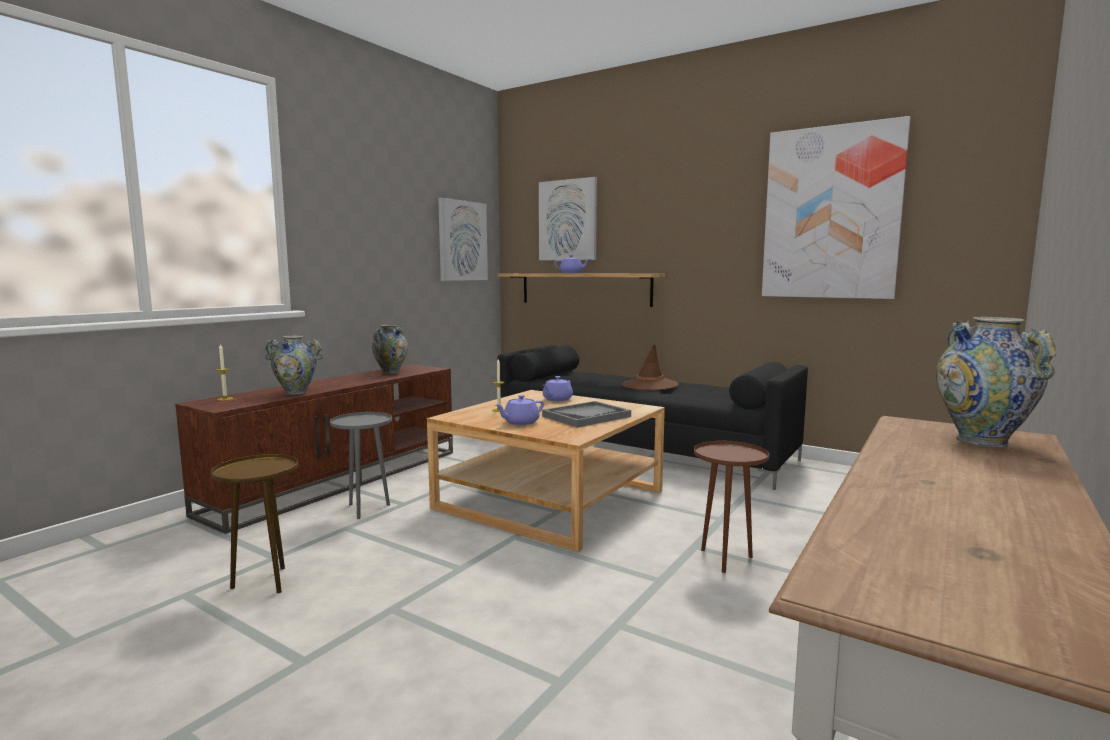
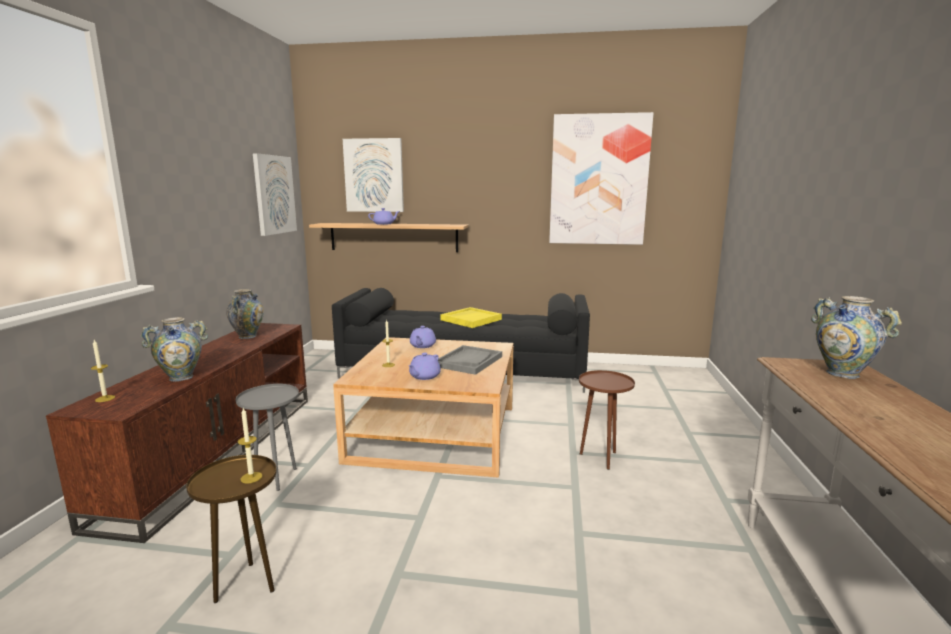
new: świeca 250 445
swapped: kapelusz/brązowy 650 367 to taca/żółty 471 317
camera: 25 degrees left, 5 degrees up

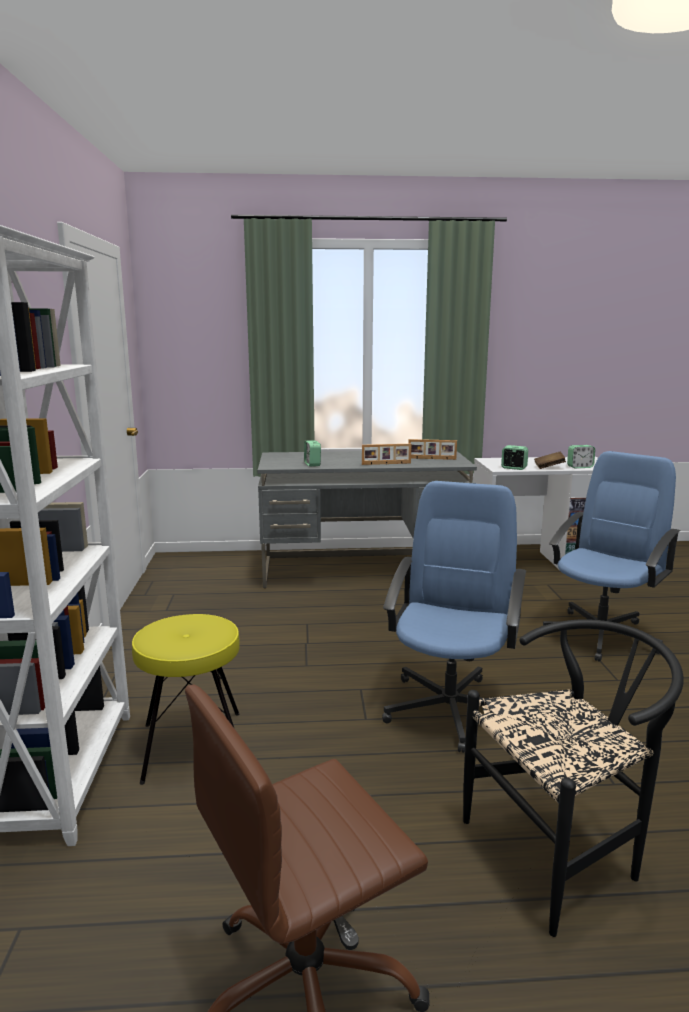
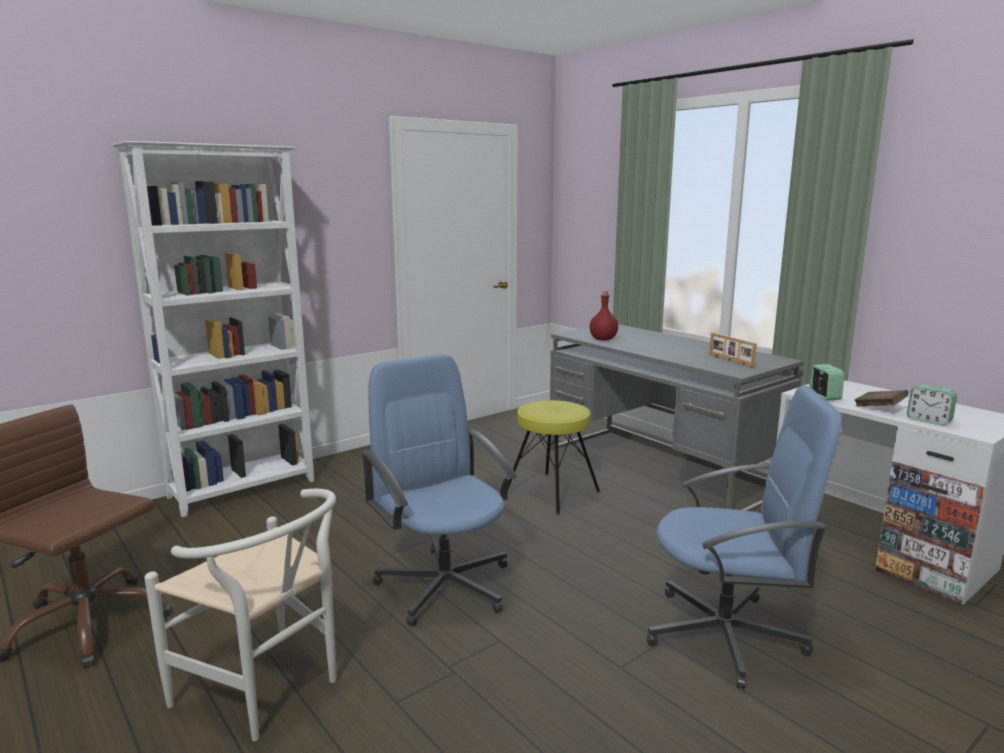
gone: ramka na zdjęcie 386 454
shifted: stołek/żółty 186 699 to 554 457
swapped: budzik 312 454 to butelka/czerwony 604 316
repainted: krzesło/czarny 573 778 to krzesło/biały 240 615
rotated: krzesło biurowe/niebieski 454 617 = 438 490 105 degrees counterclockwise
camera: 55 degrees right, 0 degrees up

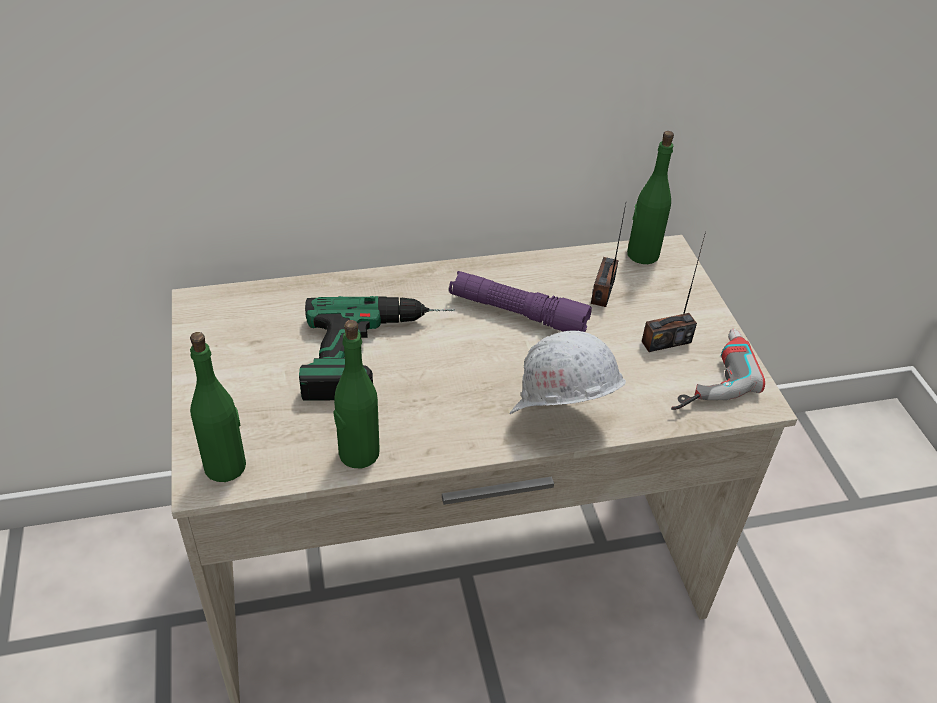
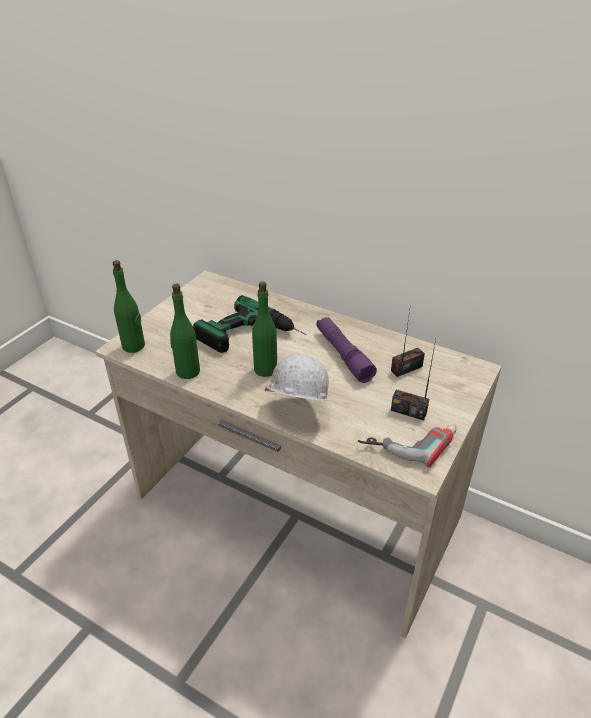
shifted: butelka/zielony 650 197 to 264 329
camera: 45 degrees right, 5 degrees down

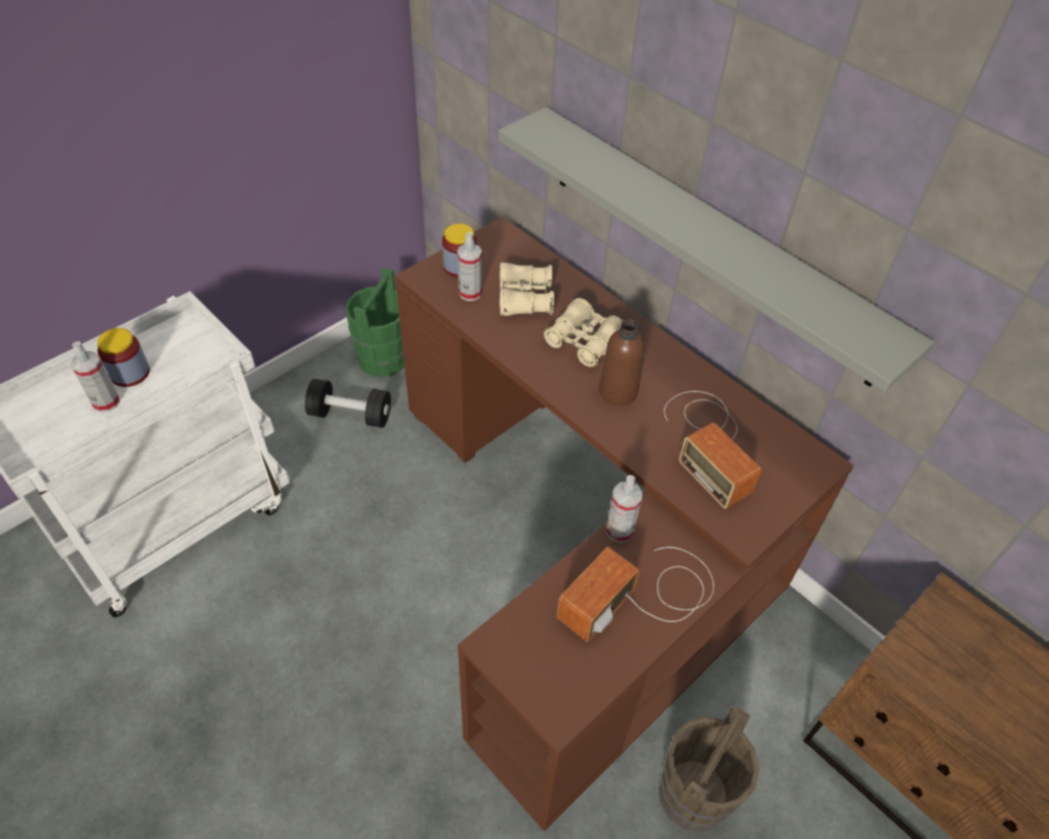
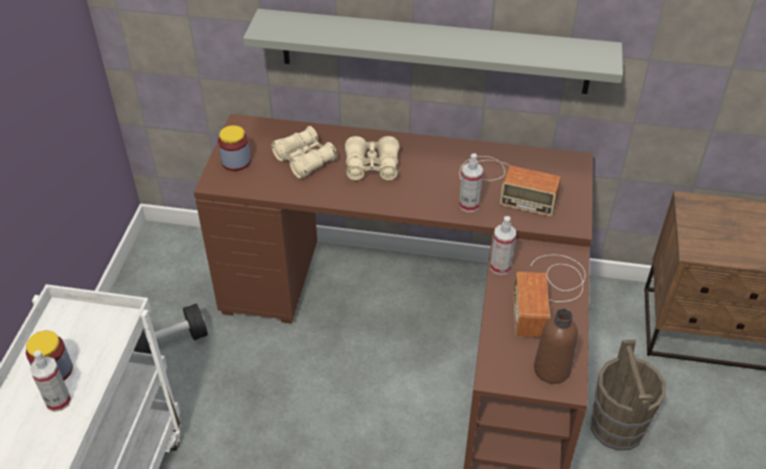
gone: wiadro/zielony 375 322
shifted: spryskiwacz 469 266 to 471 182; butelka/brązowy 622 362 to 556 346
camera: 35 degrees left, 5 degrees down

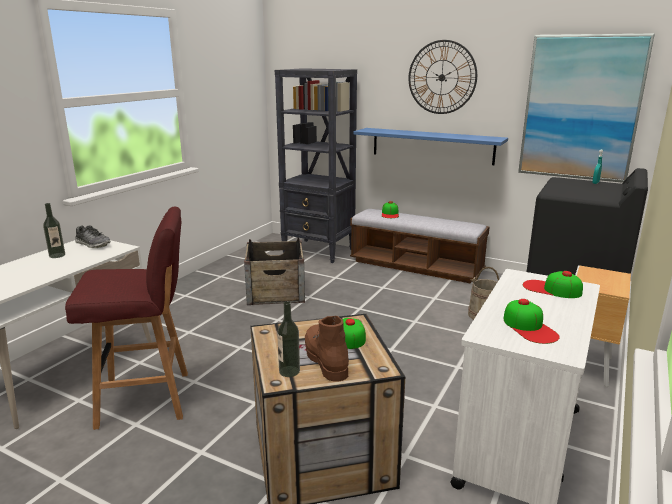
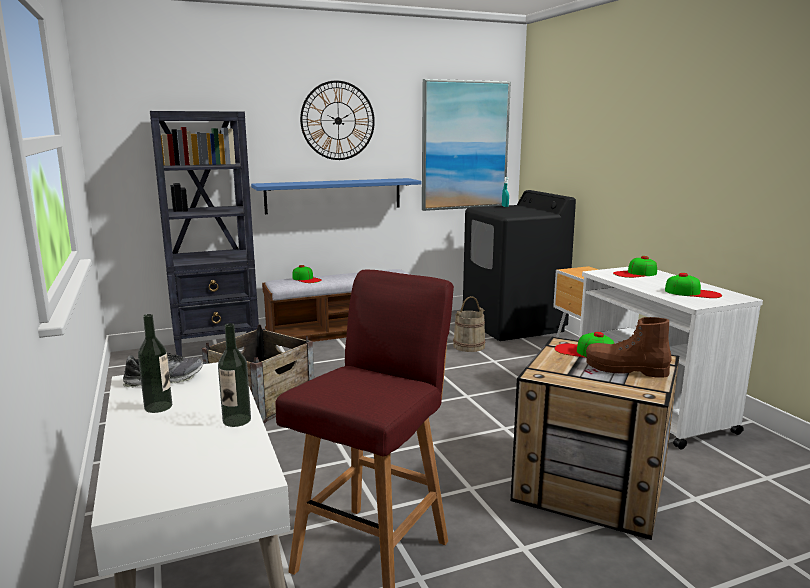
shifted: butelka 288 339 to 234 375
camera: 50 degrees left, 5 degrees down

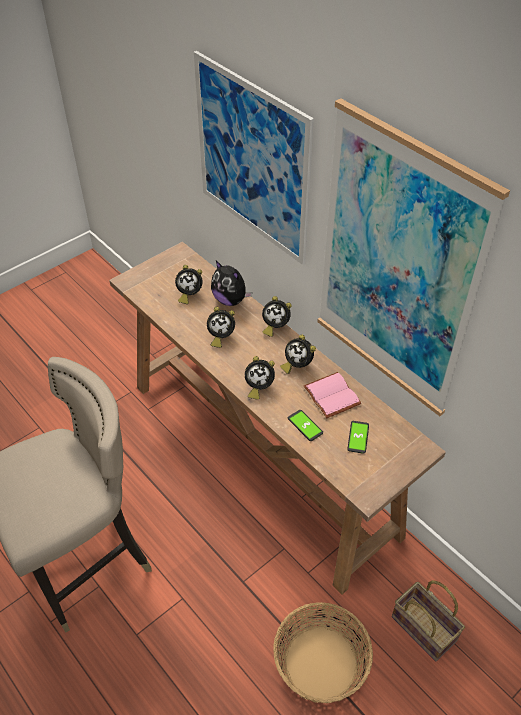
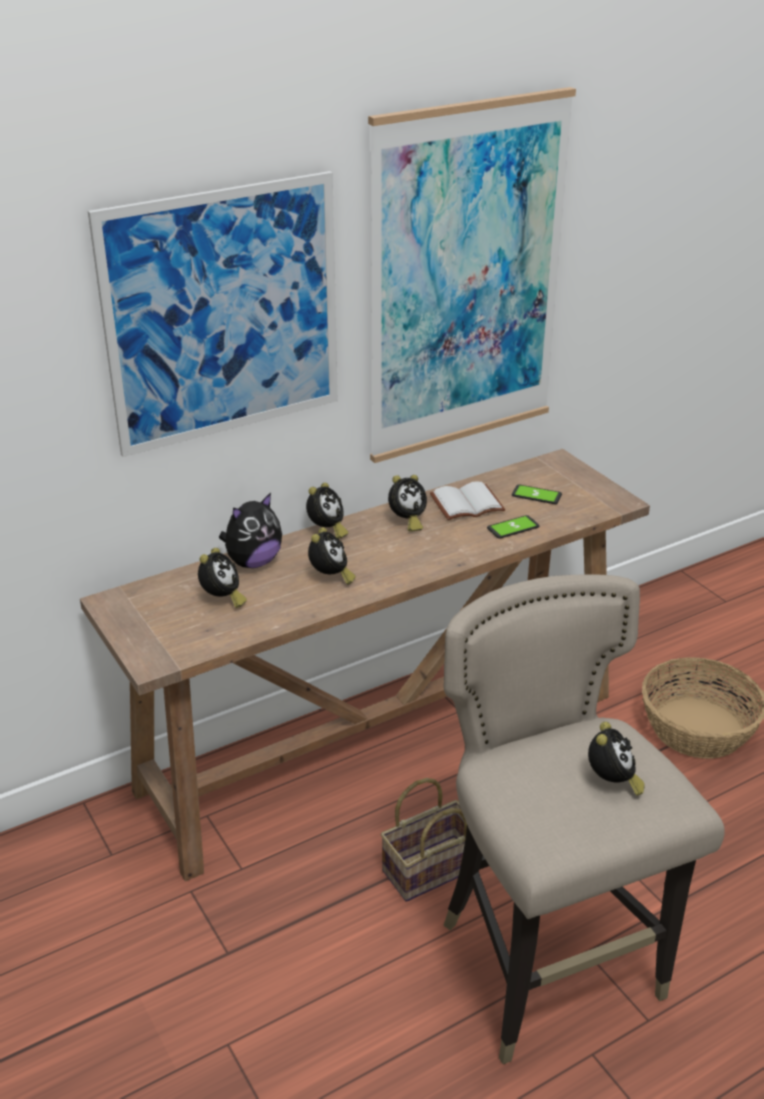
shifted: budzik 260 378 to 616 759; koszyk 428 620 to 424 840
repainted: książka/różowy 332 395 to książka/biały 467 500
camera: 80 degrees left, 15 degrees down

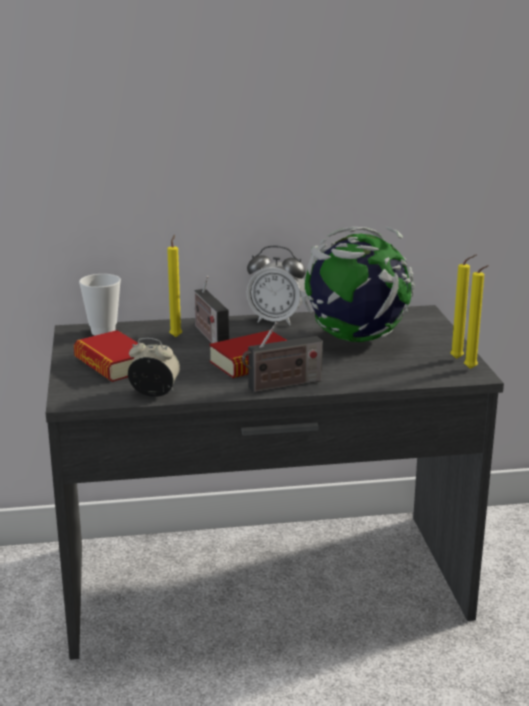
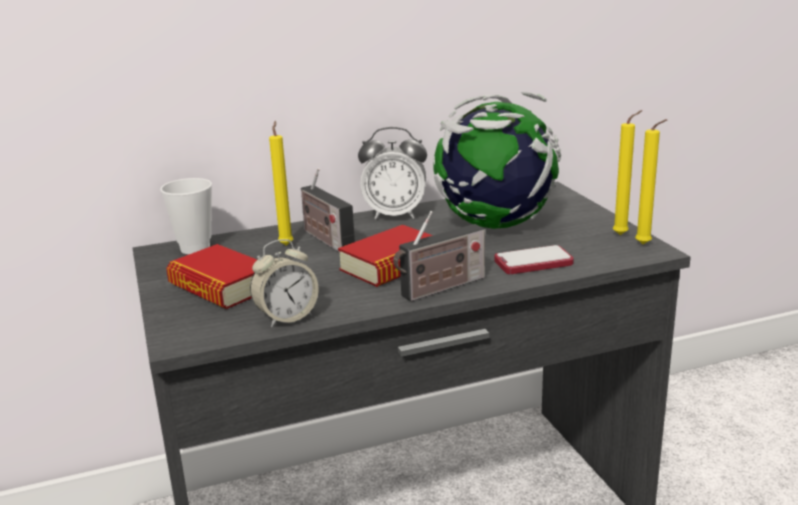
new: telefon 534 259
rotated: budzik 154 367 = 284 283 150 degrees clockwise
camera: 10 degrees left, 0 degrees up

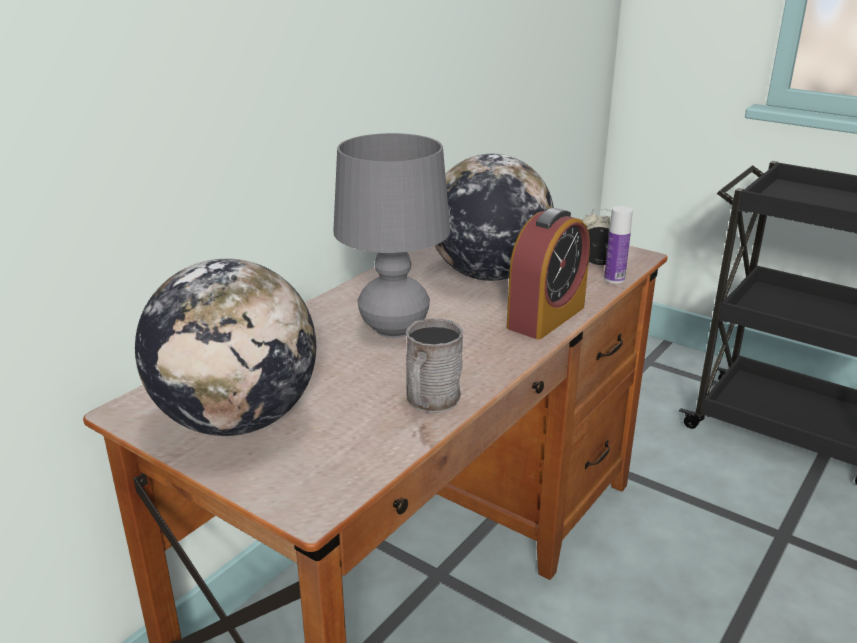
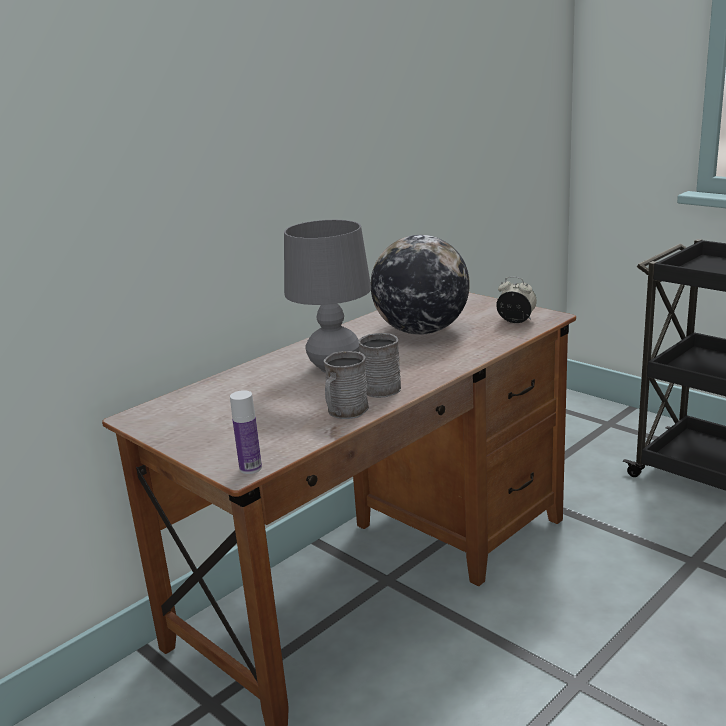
gone: globus 225 347; budzik 548 273
new: kubek/szary 379 365
shifted: butelka 618 244 to 246 432
camera: 10 degrees right, 5 degrees down

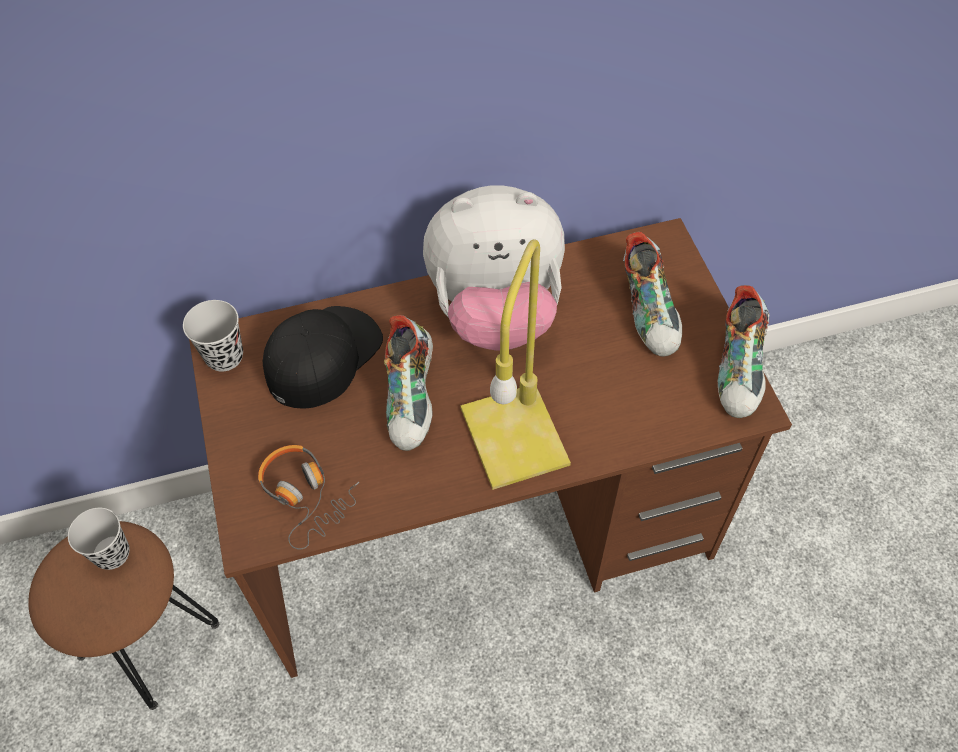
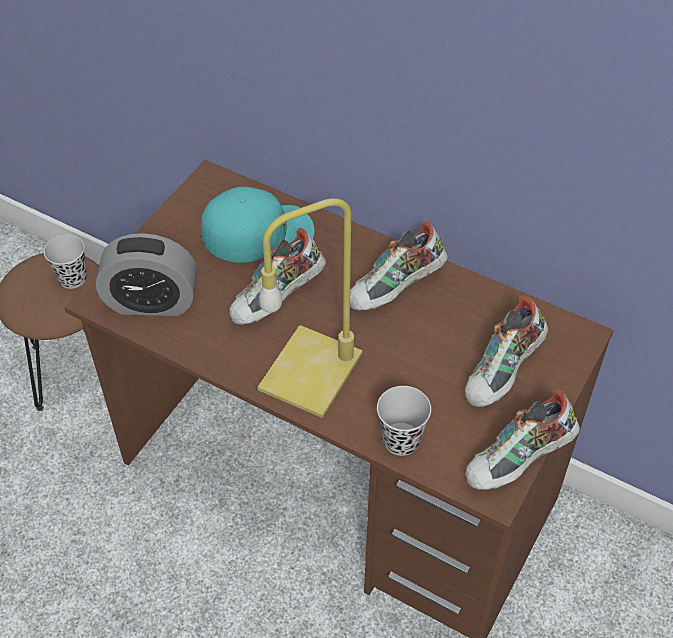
shifted: filiżanka/czarny 213 336 to 404 421
swapped: słuchawki 308 497 to budzik 146 274; pluszak 494 268 to but 399 266
repainted: czapka z daszkiem/czarny 323 357 to czapka z daszkiem/turkusowy 258 225
camera: 45 degrees right, 5 degrees down

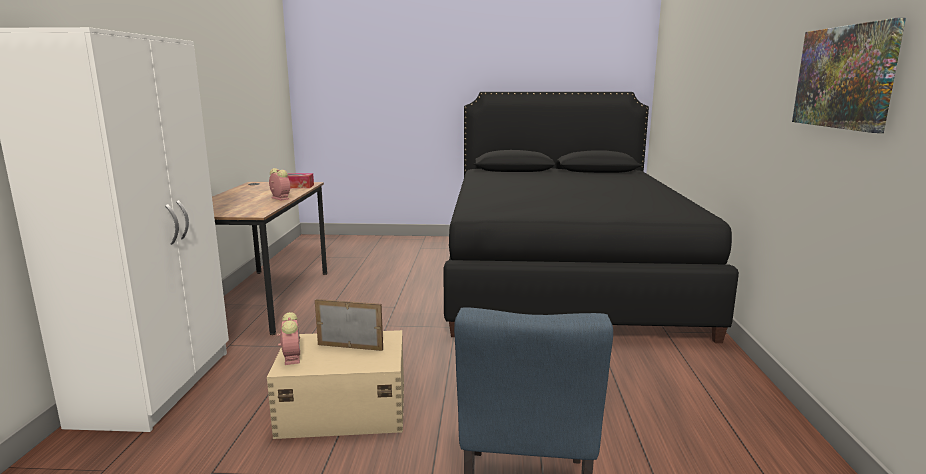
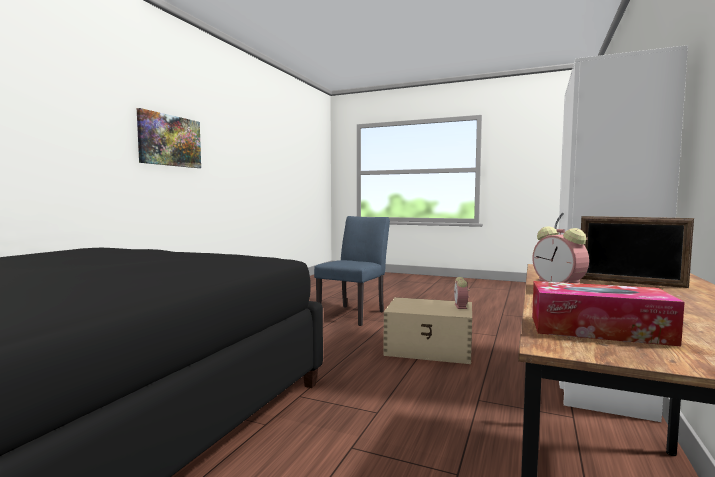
shifted: ramka na zdjęcie 349 325 to 637 252
camera: 160 degrees left, 10 degrees down

